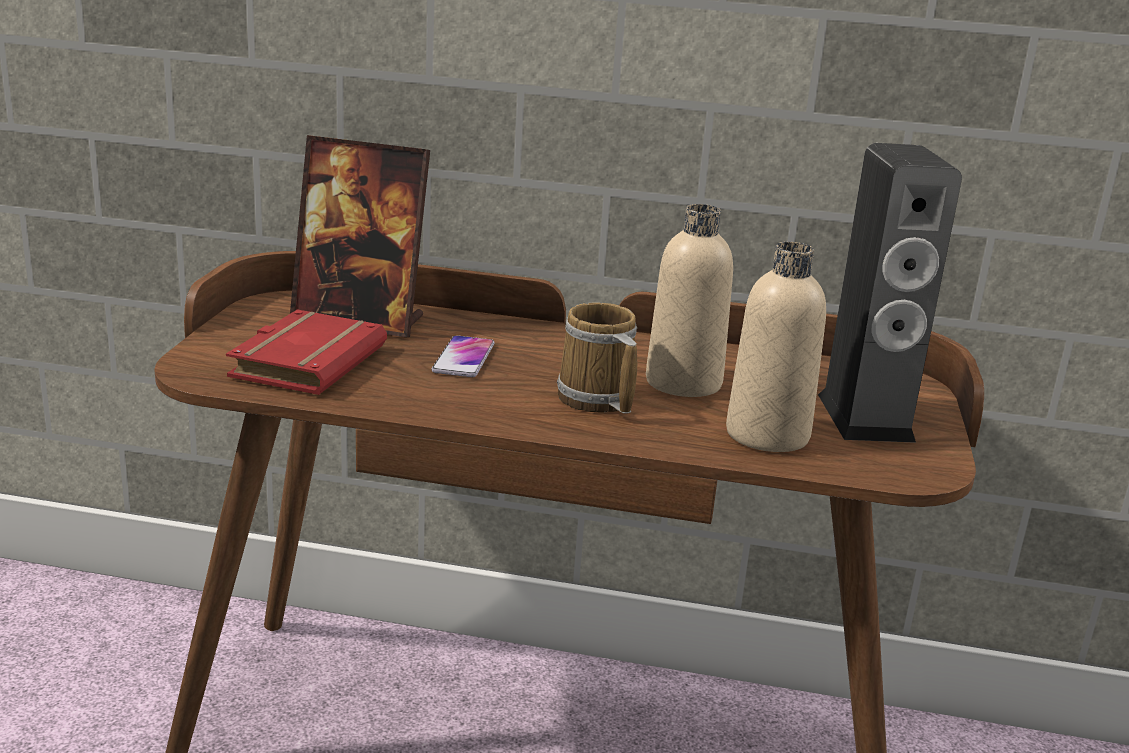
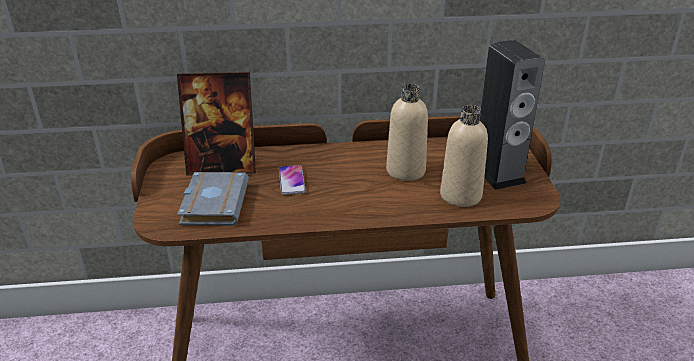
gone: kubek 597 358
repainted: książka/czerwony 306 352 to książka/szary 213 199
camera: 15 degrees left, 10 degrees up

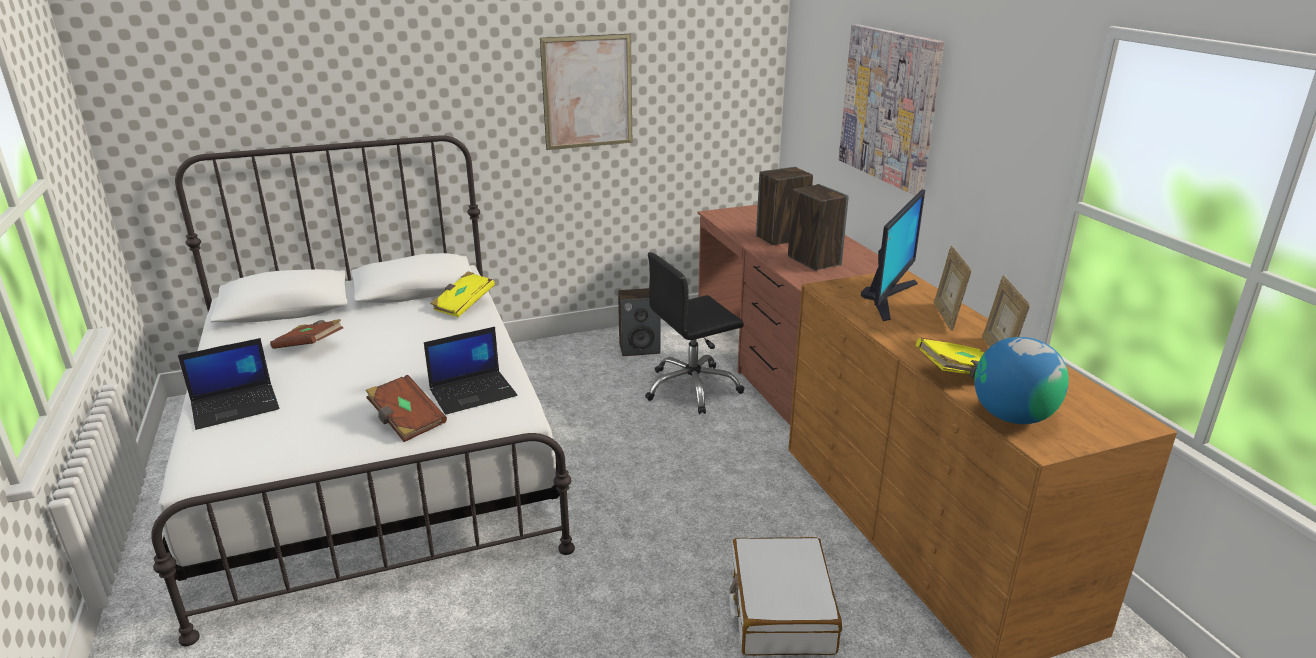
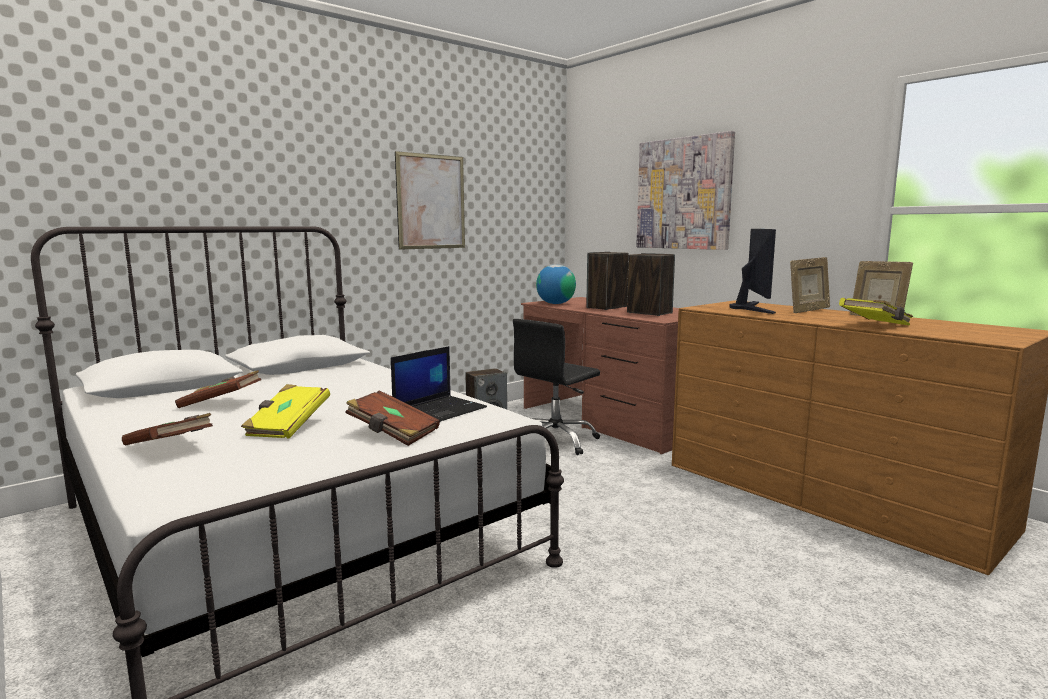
gone: walizka/biały 786 596
shifted: książka/żółty 462 294 to 285 411; globus 1021 380 to 556 284
swapped: laptop 228 384 to książka/brązowy 167 429
rotated: ramka na zdjęcie 952 288 = 810 285 105 degrees counterclockwise
camera: 20 degrees left, 15 degrees down

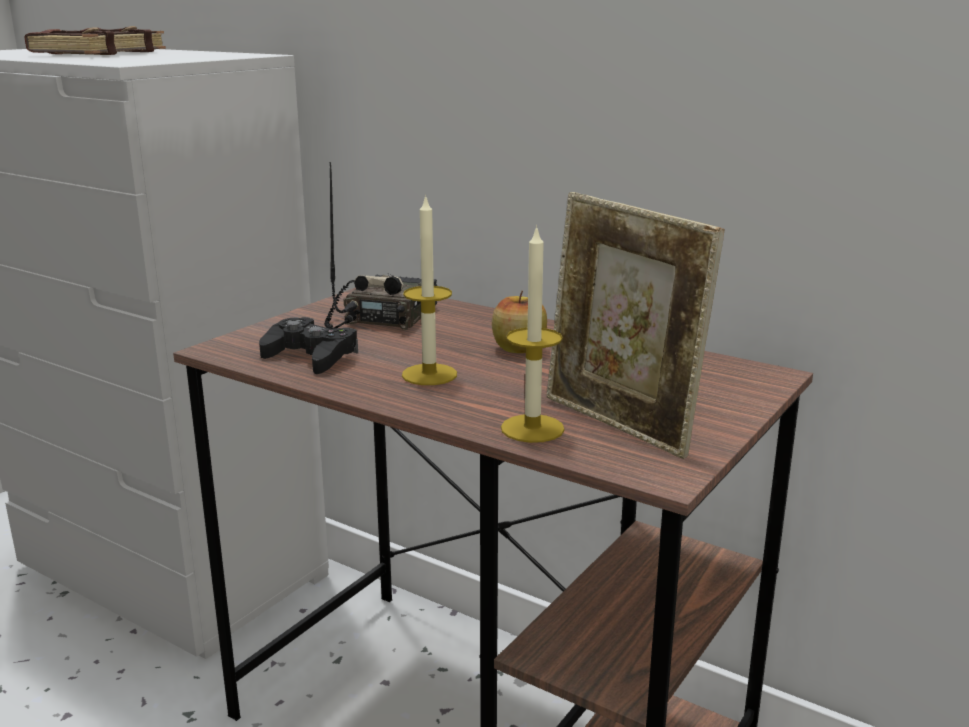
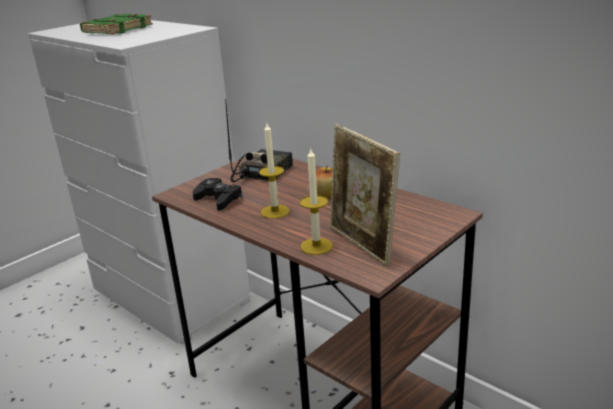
repainted: książka/brązowy 95 40 to książka/zielony 116 24
camera: 10 degrees right, 5 degrees up

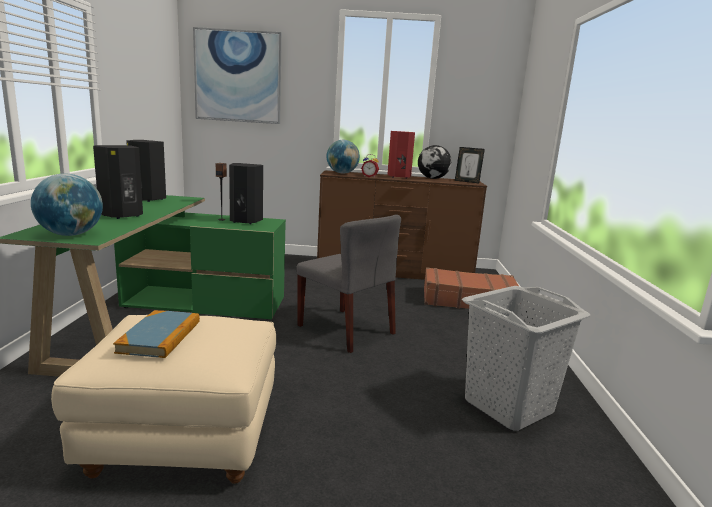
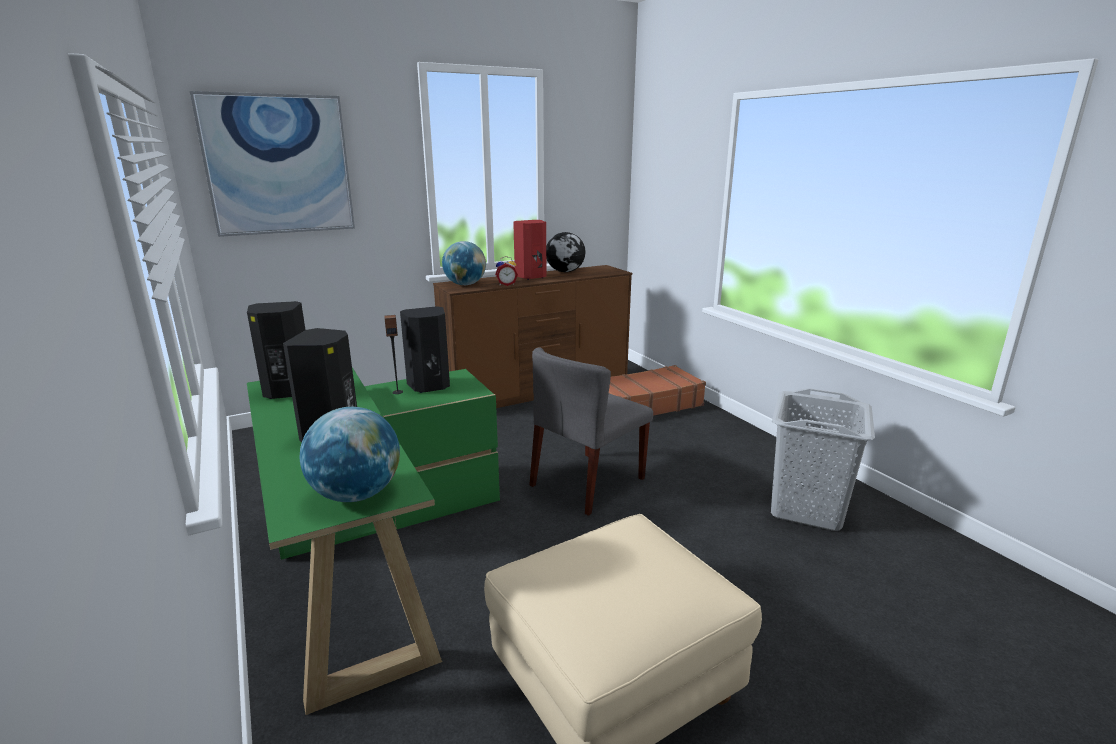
gone: książka 156 334; ramka na zdjęcie 470 165
rotated: krzesło/szary 349 284 = 591 431 120 degrees clockwise
camera: 30 degrees left, 5 degrees up

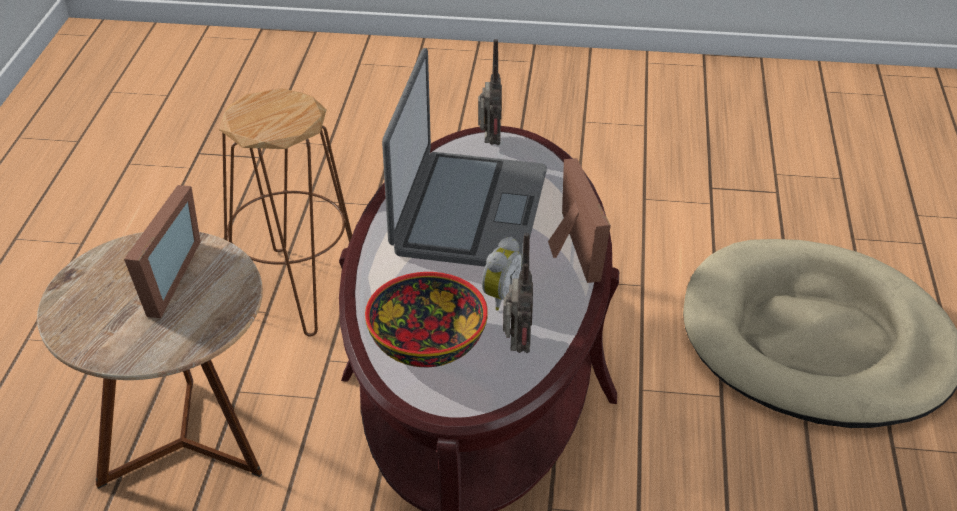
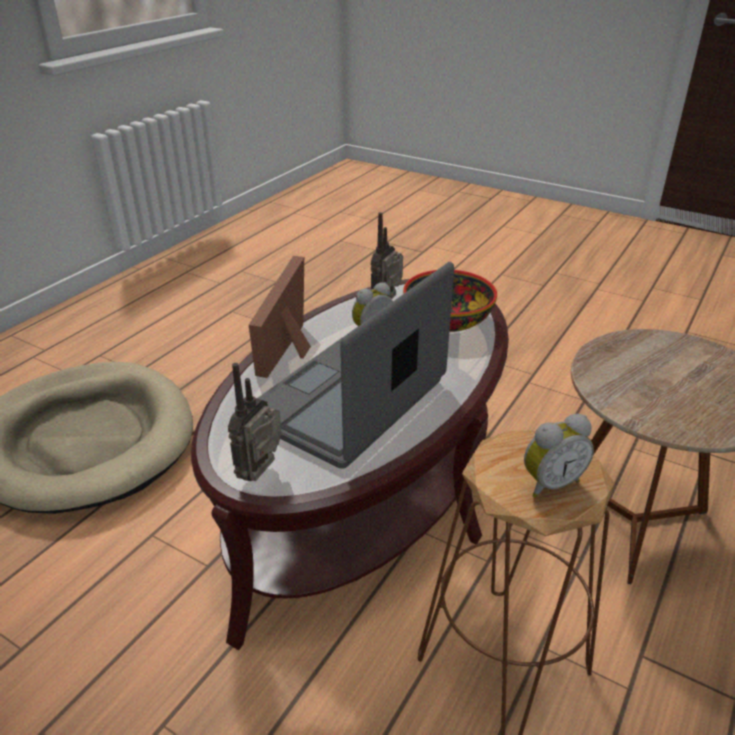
gone: ramka na zdjęcie 162 251
new: budzik 559 456
camera: 155 degrees left, 5 degrees down

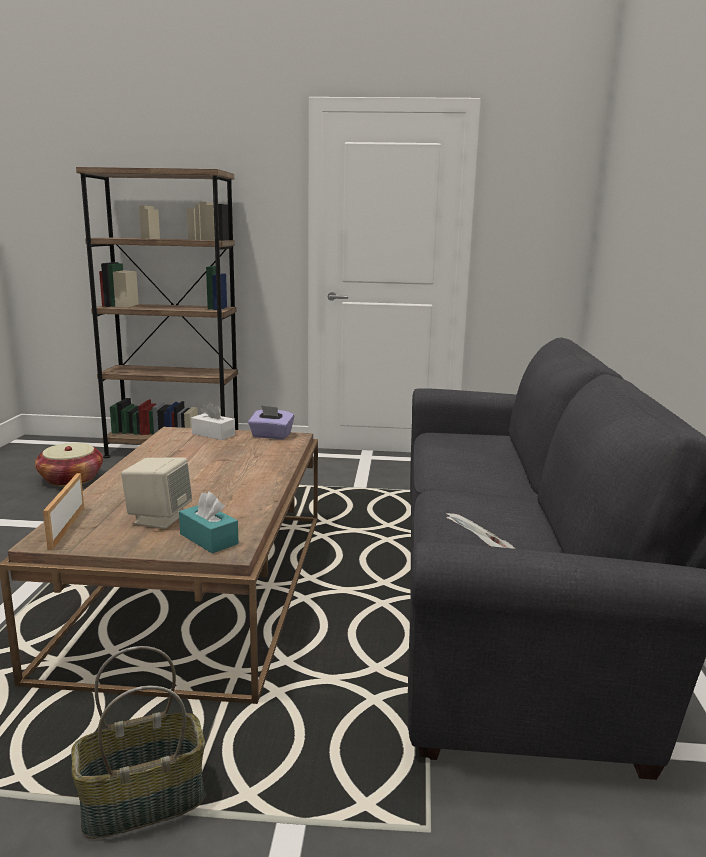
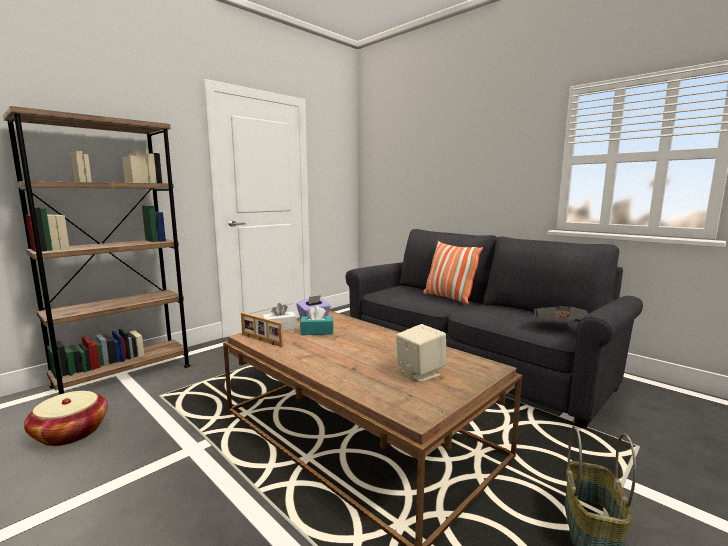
new: poduszka 453 272
shifted: ramka na zdjęcie 63 512 to 262 330; pudełko chusteczek/turkusowy 209 522 to 316 320
camera: 50 degrees left, 5 degrees down

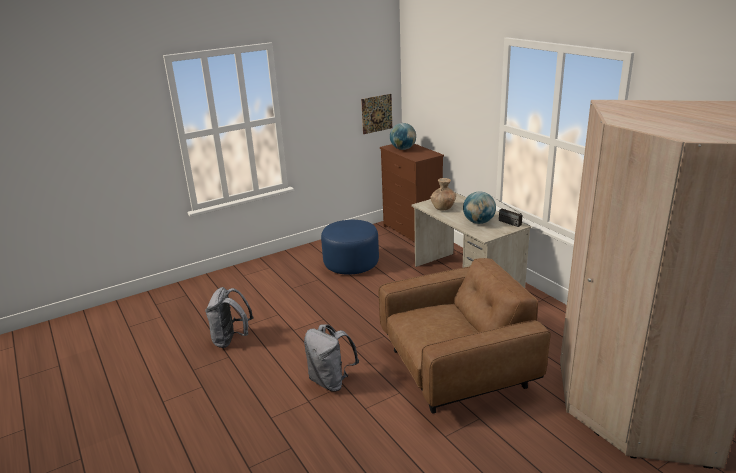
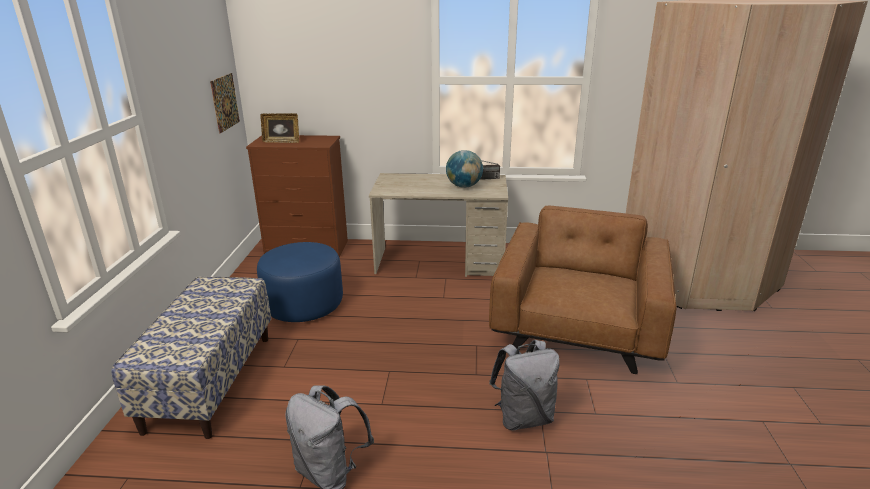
gone: wazon/brązowy 443 194
new: ławka 191 358
swapped: globus 403 136 to ramka na zdjęcie 279 128
camera: 55 degrees left, 0 degrees up

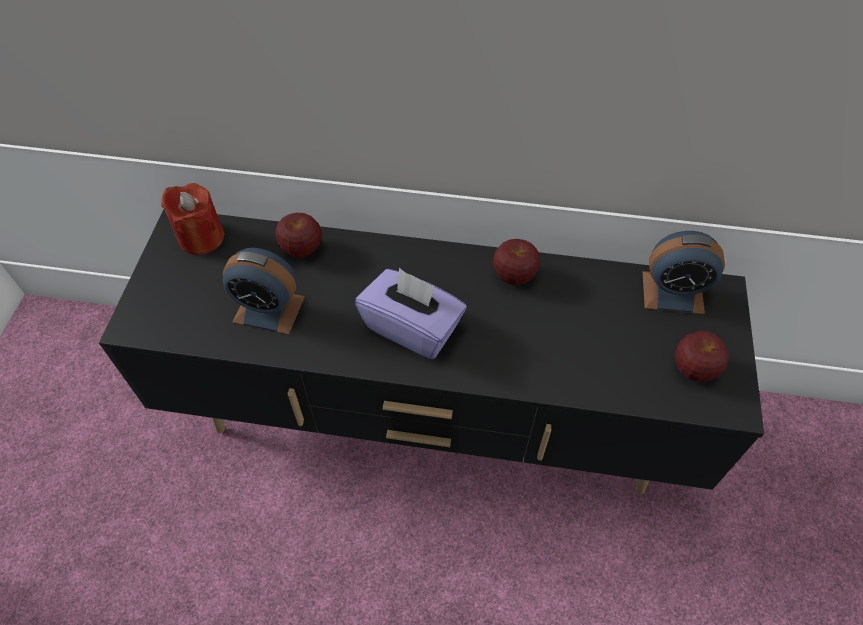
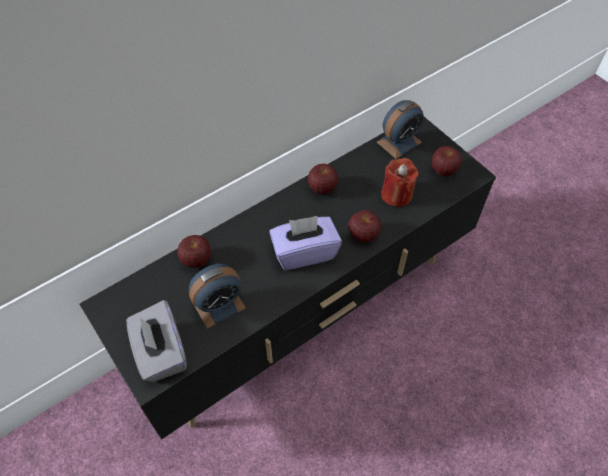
new: pudełko chusteczek/szary 156 341; jabłko 364 226
shifted: świeca/czerwony 192 219 to 400 182
camera: 45 degrees left, 0 degrees up

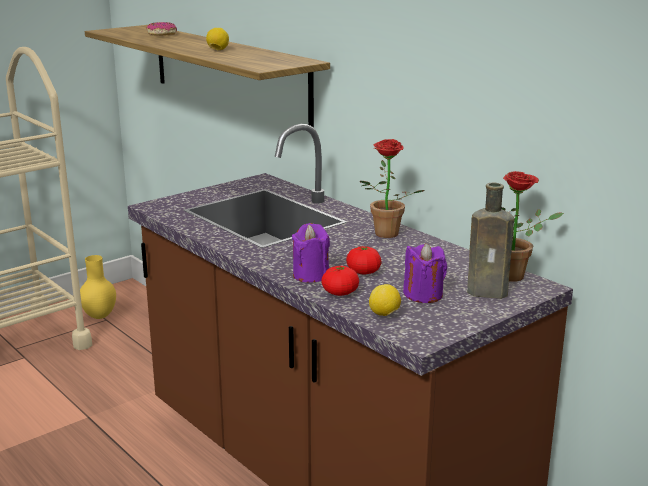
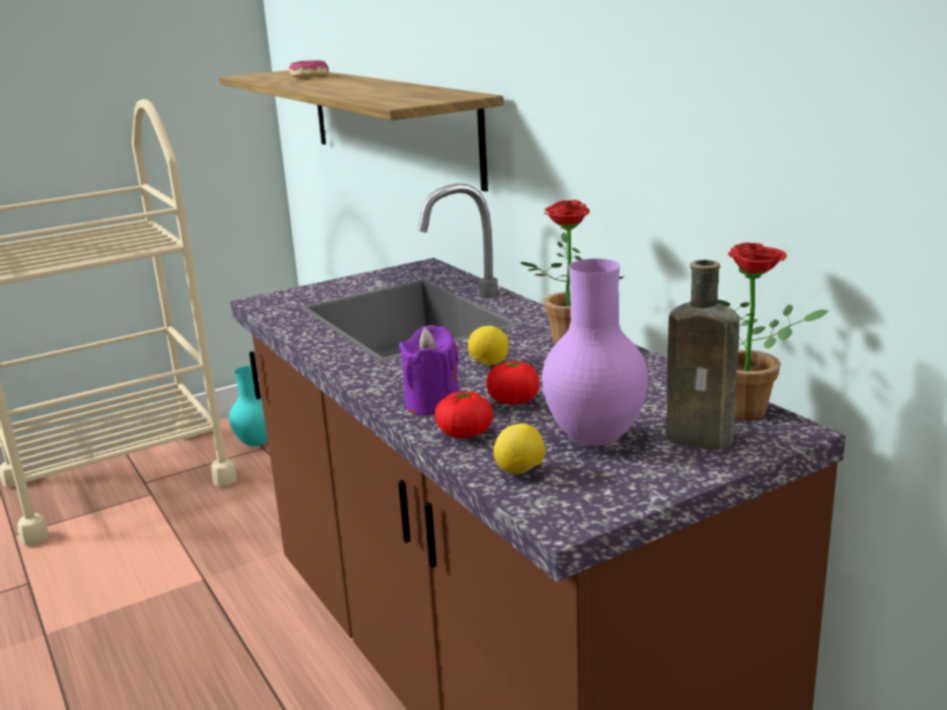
shifted: cytryna 217 39 to 488 346
swapped: świeca/fioletowy 425 273 to wazon/fioletowy 595 352
repainted: wazon/żółty 98 287 to wazon/turkusowy 248 406
camera: 10 degrees right, 0 degrees up

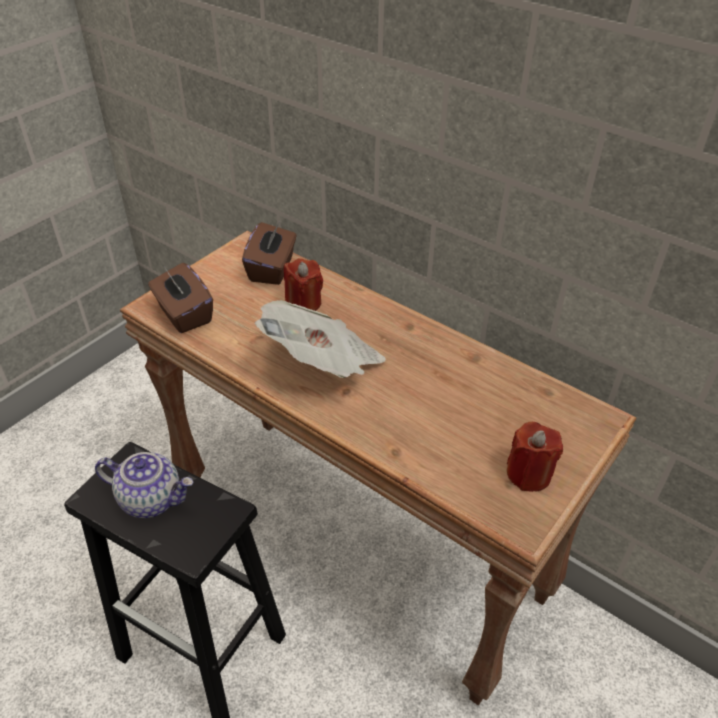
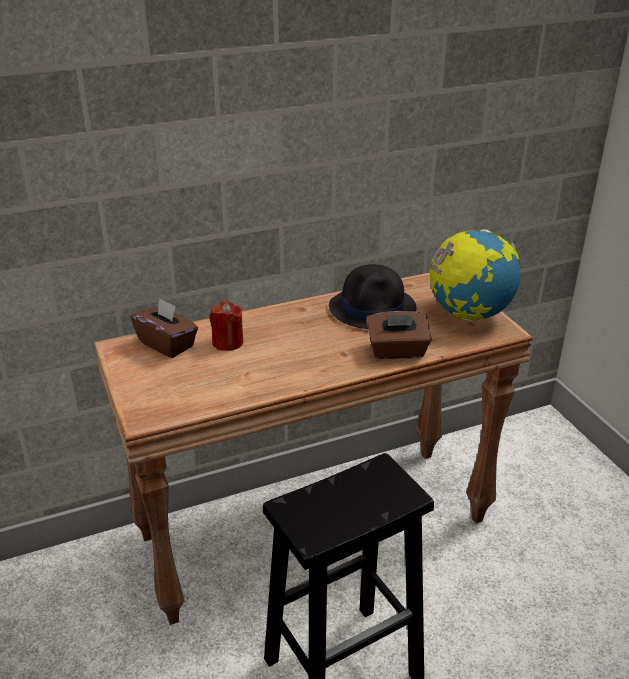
gone: imbryk 144 485; gazeta 320 339
new: kapelusz/czarny 372 296
shifted: pudełko chusteczek/brązowy 180 298 to 399 335
swapped: świeca/czerwony 535 457 to globus 474 275
camera: 60 degrees left, 10 degrees down

